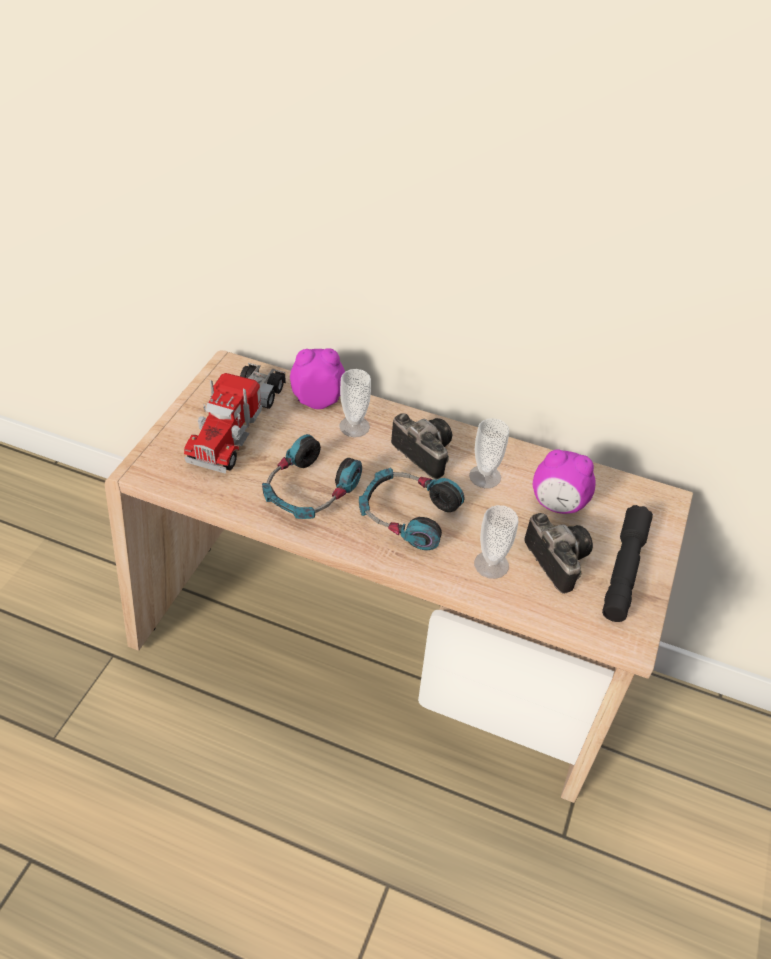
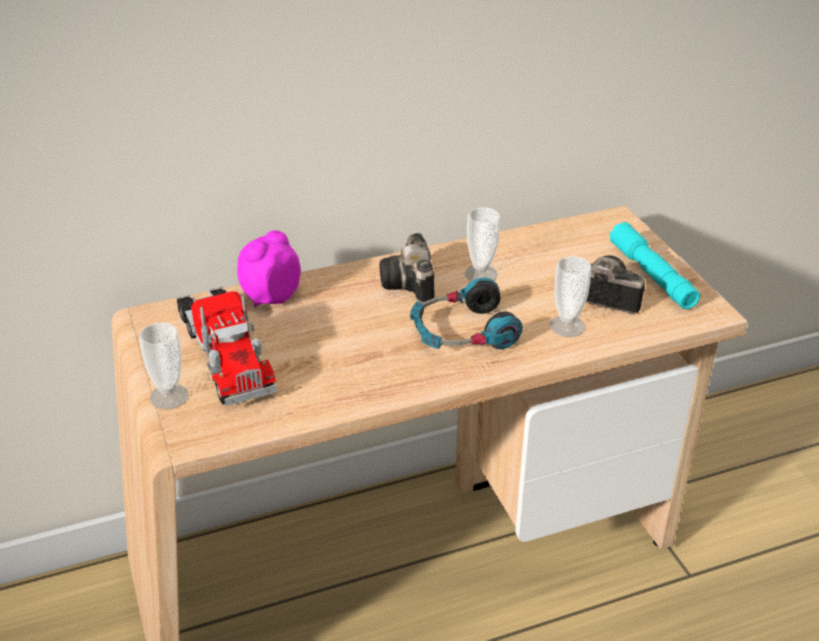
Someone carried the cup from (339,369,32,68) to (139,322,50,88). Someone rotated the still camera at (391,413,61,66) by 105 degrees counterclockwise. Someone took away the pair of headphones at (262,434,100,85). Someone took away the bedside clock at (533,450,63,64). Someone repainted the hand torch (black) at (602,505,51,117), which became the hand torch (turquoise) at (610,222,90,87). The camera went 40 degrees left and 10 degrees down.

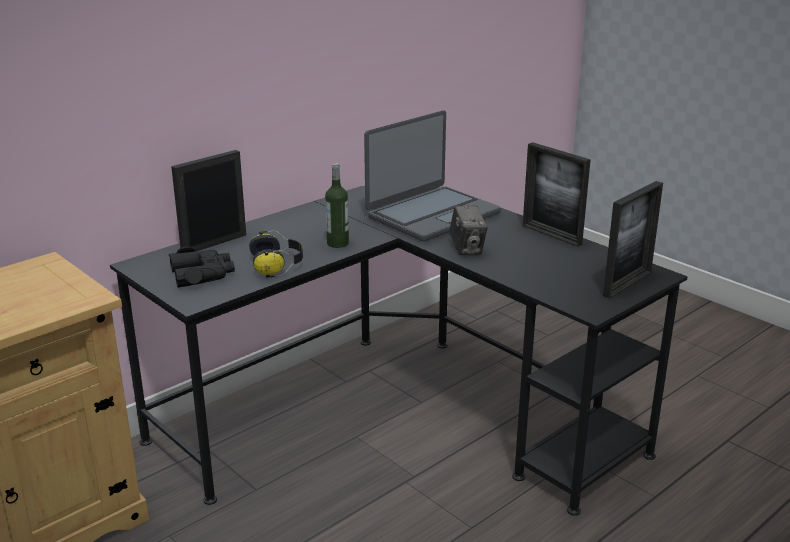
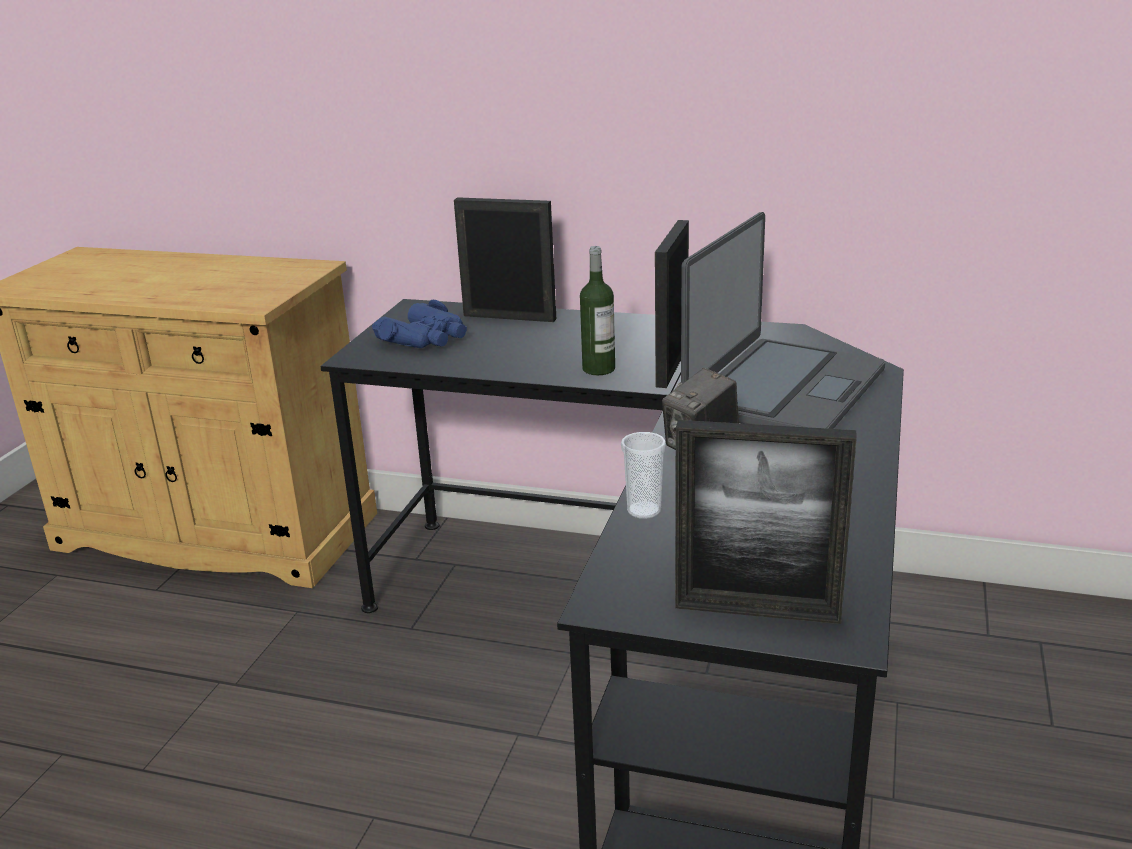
Someone rotated the notebook computer at (364,110,137,131) by 75 degrees counterclockwise. Someone carried the standing frame from (523,142,68,105) to (655,220,34,168). Someone took away the pair of headphones at (249,231,54,47). Someone repainted the binoculars (black) at (169,246,66,42), which became the binoculars (blue-coloured) at (372,300,95,48). Someone put down the cup at (621,432,45,87). The camera went 60 degrees right and 0 degrees up.

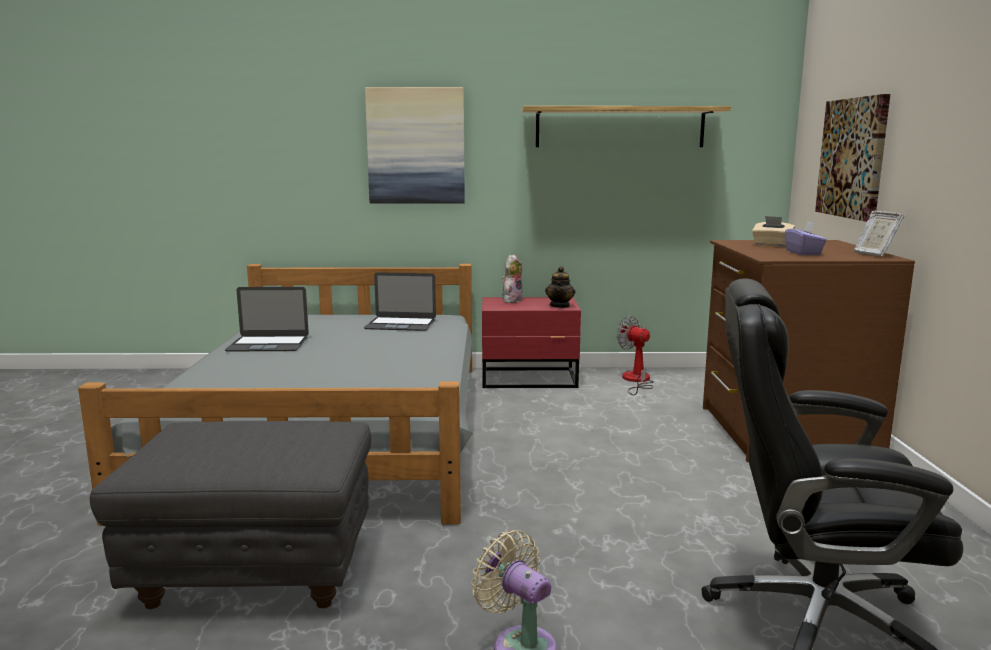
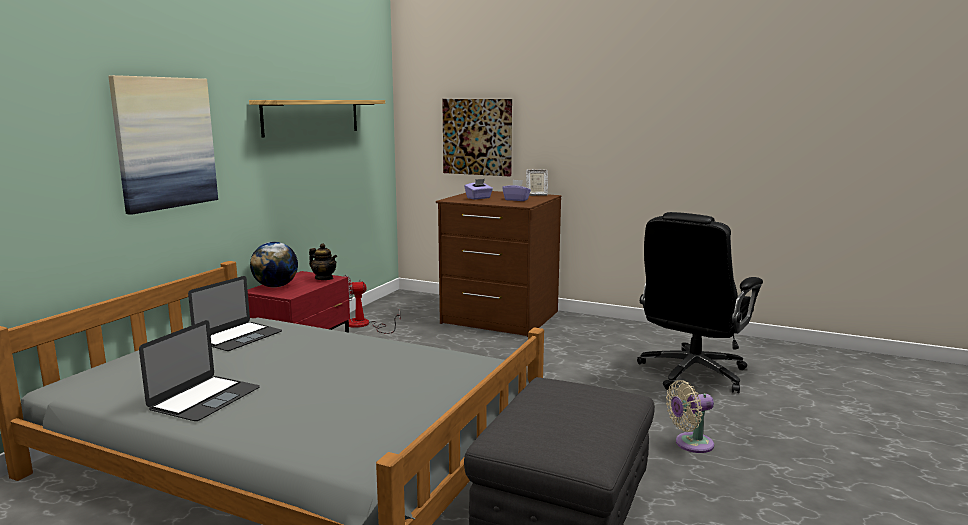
Someone repainted the box of tissues (sand-coloured) at (752,216,43,31), which became the box of tissues (purple-coloured) at (464,179,29,20). Someone swapped the plush toy at (502,255,21,48) for the globe at (250,242,48,45). The camera went 65 degrees left and 0 degrees up.

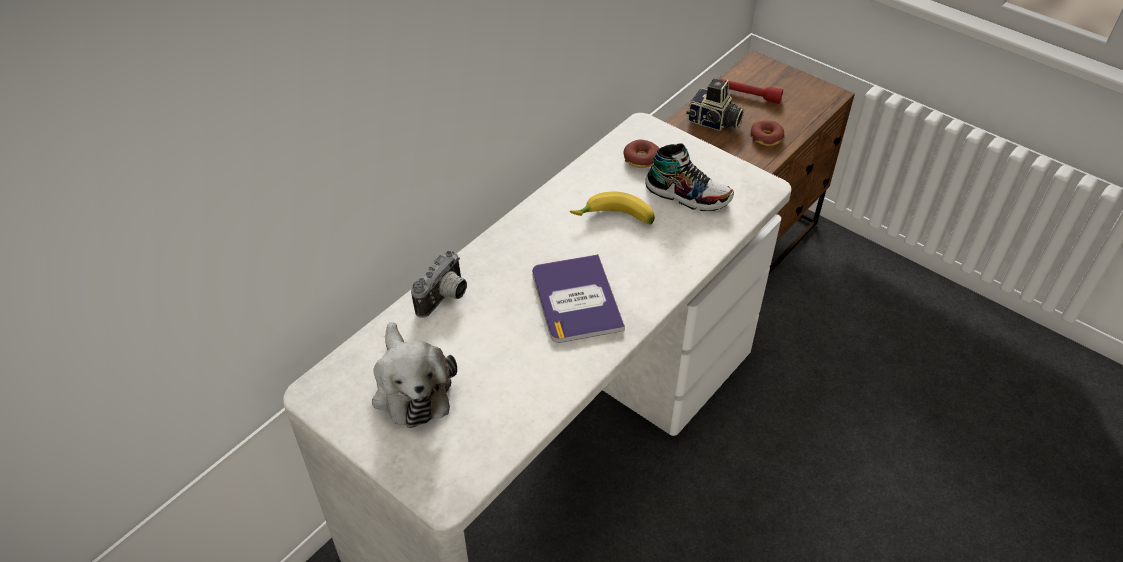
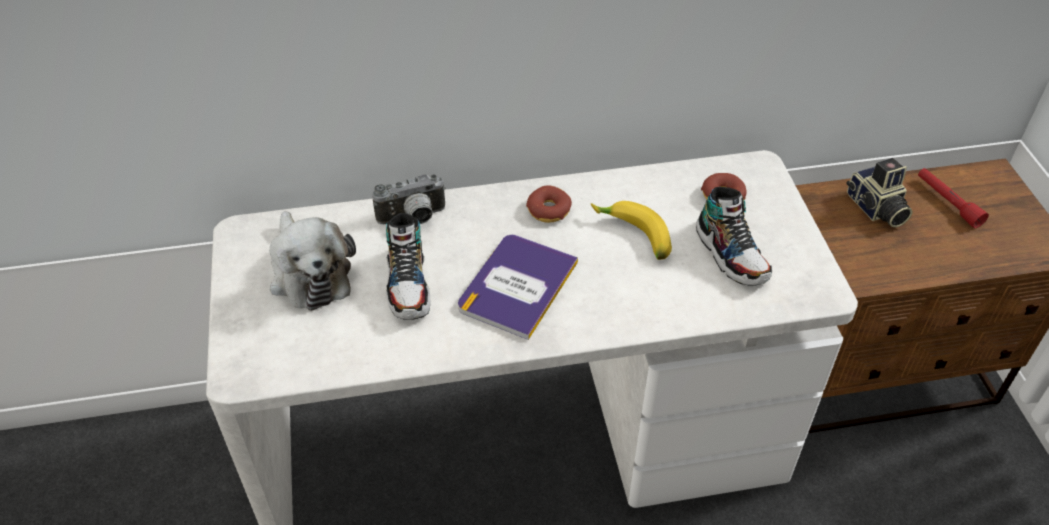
Someone carried the donut from (750,120,35,26) to (526,185,46,38). Someone rotated the plush toy at (372,322,85,106) by 45 degrees counterclockwise. Someone put down the shoe at (386,213,44,107). The camera went 40 degrees right and 0 degrees up.

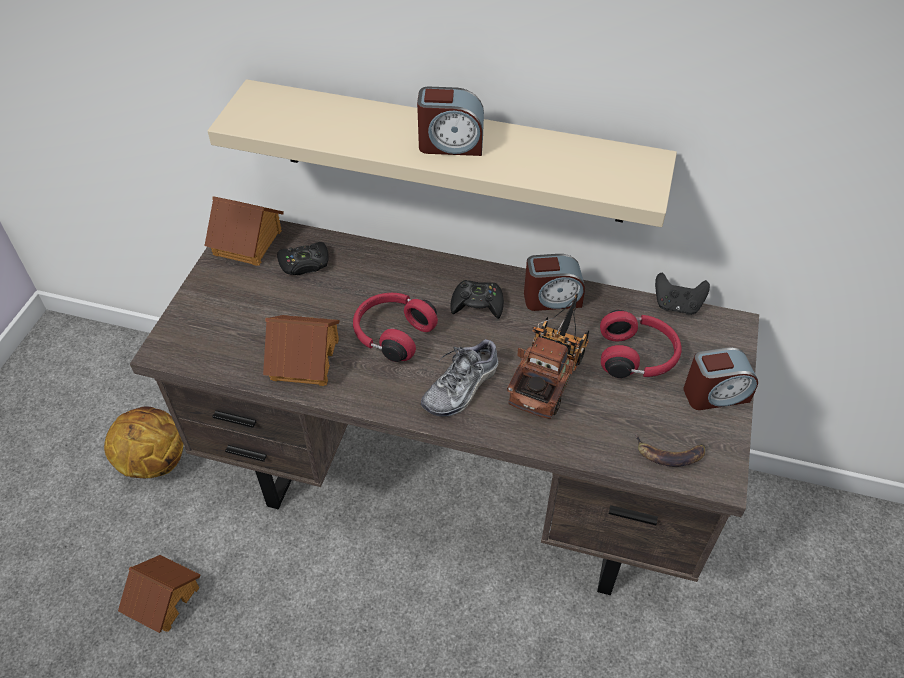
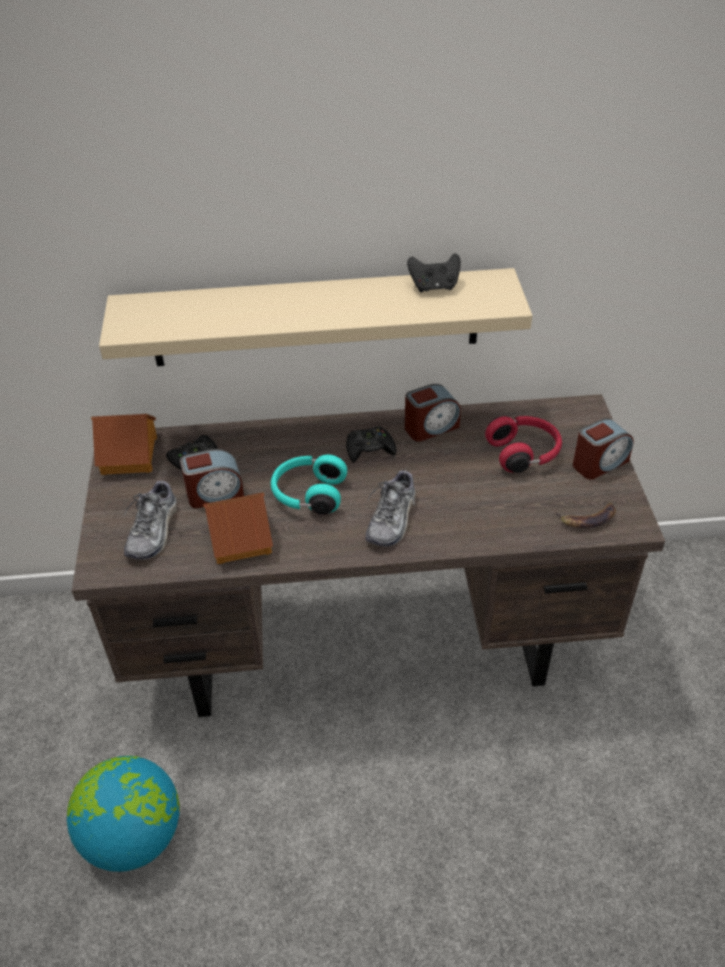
Someone carried the bedside clock from (417,87,67,69) to (180,449,64,59). Someone carried the gamepad (black) from (655,273,55,42) to (407,253,54,39). Someone repainted the pair of headphones (red-coloured) at (353,293,85,69), which became the pair of headphones (turquoise) at (271,454,76,61). Someone took away the toy lorry at (507,294,82,125). Someone took away the basketball at (104,406,80,72). Someone swapped the miniature house at (118,555,82,78) for the globe at (67,756,113,116). Someone put down the shoe at (124,479,53,81). The camera went 20 degrees left and 5 degrees down.

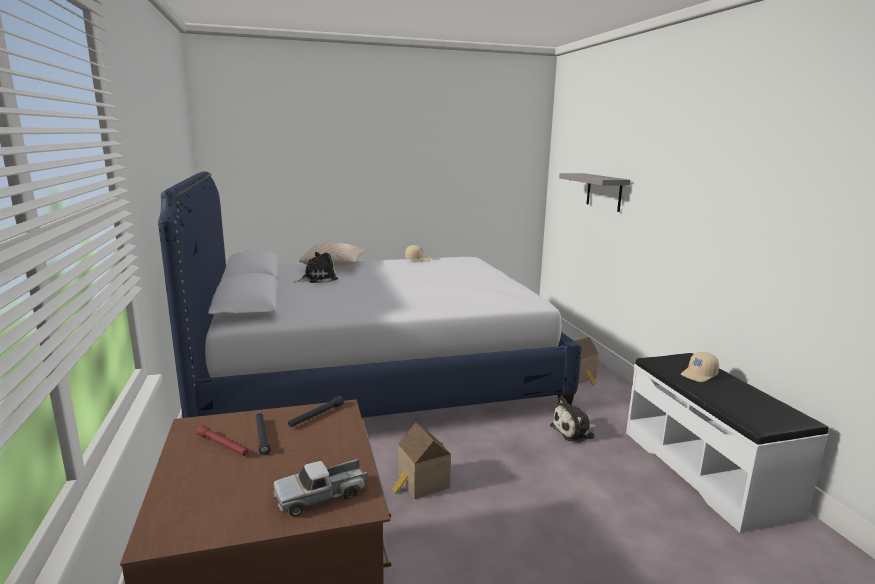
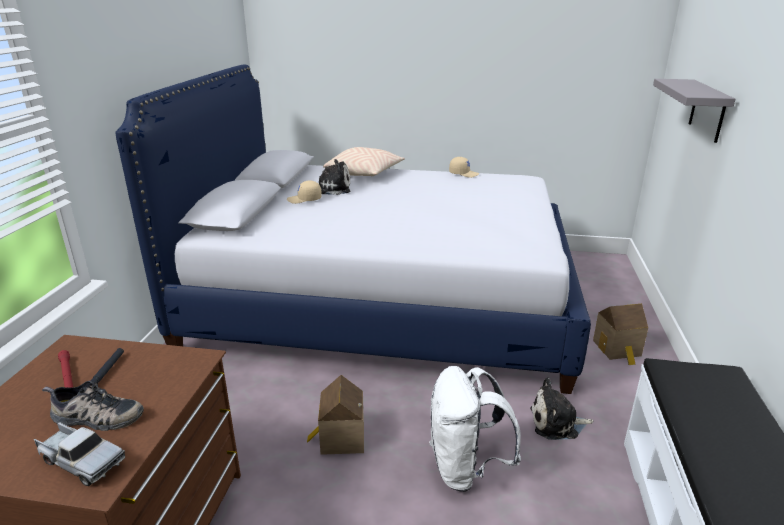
Someone carried the peaked cap (sand-coloured) from (681,352,38,30) to (287,181,35,23). Someone took away the hand torch (black) at (288,396,56,31). Someone rotated the toy lorry at (273,459,95,58) by 150 degrees counterclockwise. Someone put down the backpack (white-coloured) at (429,366,92,126). Someone put down the shoe at (42,381,102,50). The camera went 25 degrees right and 10 degrees up.

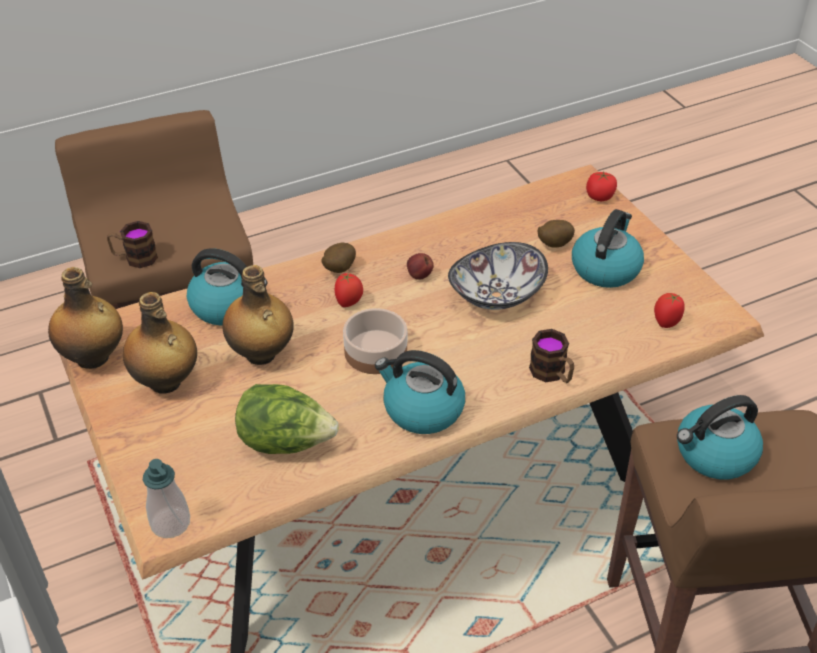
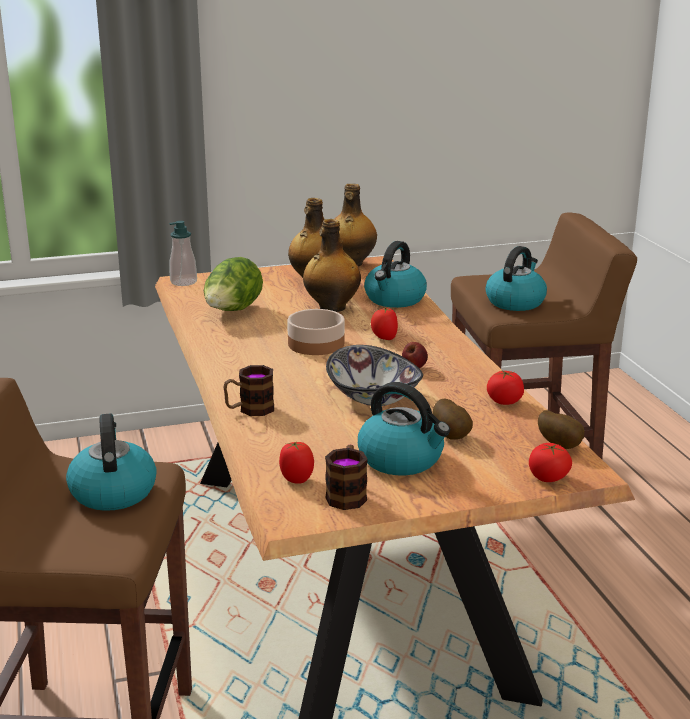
Someone carried the tea mug from (107,221,51,47) to (325,445,43,65). Someone carried the potato from (322,243,34,30) to (538,410,46,39). Someone carried the water kettle from (375,350,90,84) to (486,246,61,65). Someone put down the whole tomato at (487,370,37,35). The camera went 100 degrees right and 20 degrees down.

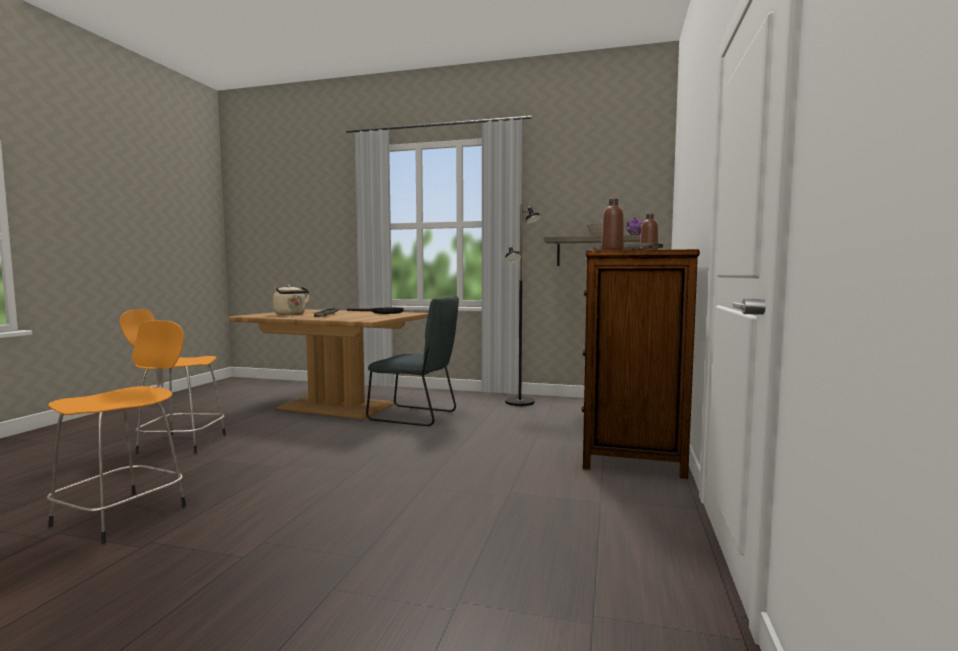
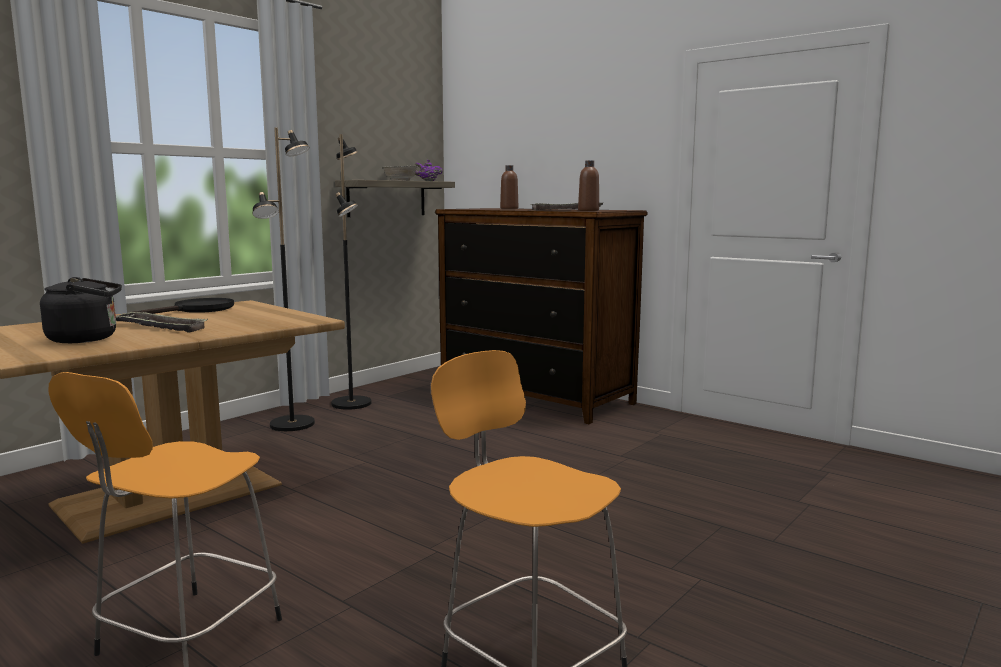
Someone repainted the water kettle (sand-coloured) at (273,285,37,30), which became the water kettle (black) at (40,277,82,66). Someone took away the upright chair (grey) at (366,296,93,130). Someone put down the standing lamp (black) at (253,128,62,303). The camera went 65 degrees left and 5 degrees up.

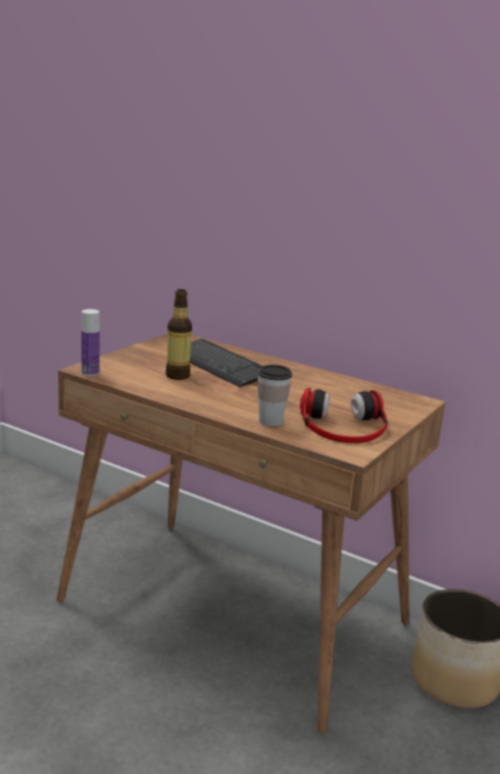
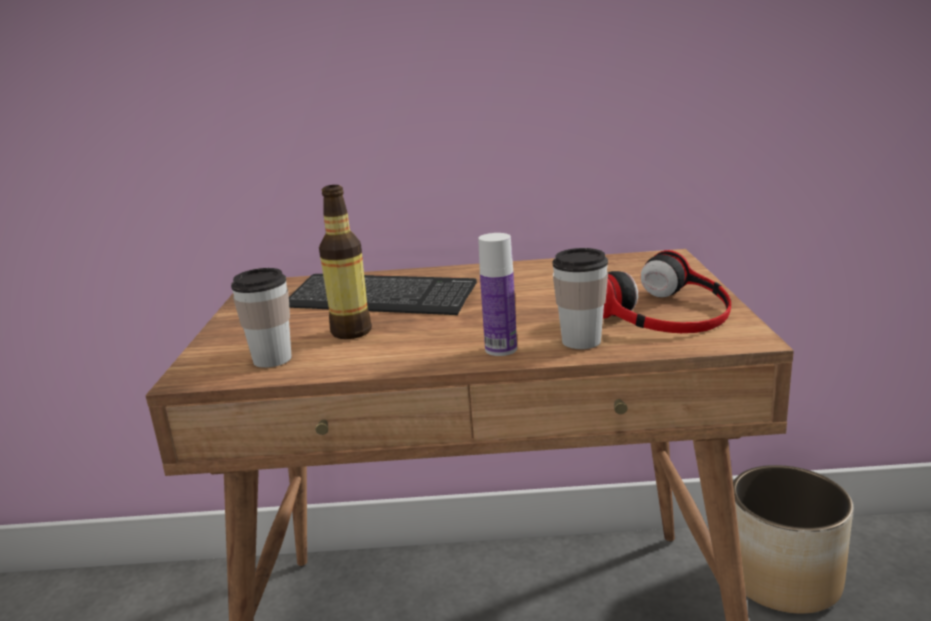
Someone carried the drink bottle from (81,309,19,67) to (478,233,39,123). Someone put down the cup at (231,268,61,100). The camera went 30 degrees left and 0 degrees up.

